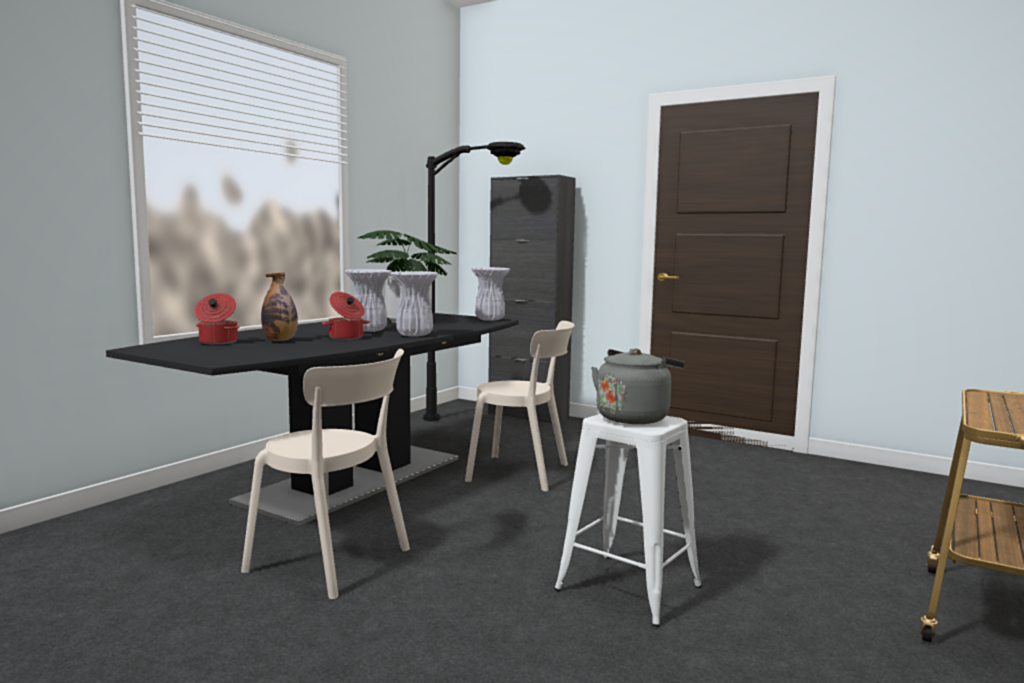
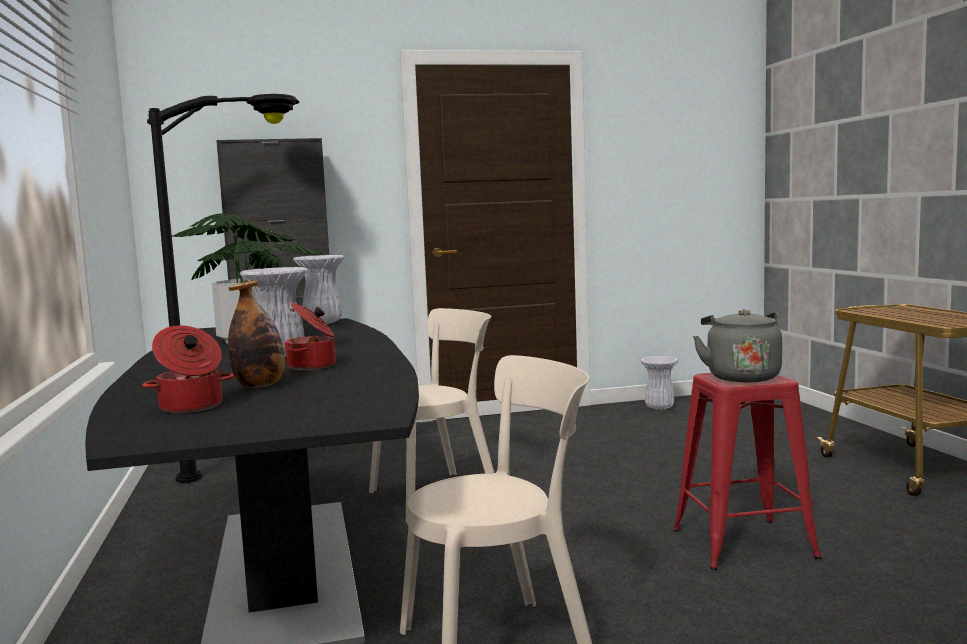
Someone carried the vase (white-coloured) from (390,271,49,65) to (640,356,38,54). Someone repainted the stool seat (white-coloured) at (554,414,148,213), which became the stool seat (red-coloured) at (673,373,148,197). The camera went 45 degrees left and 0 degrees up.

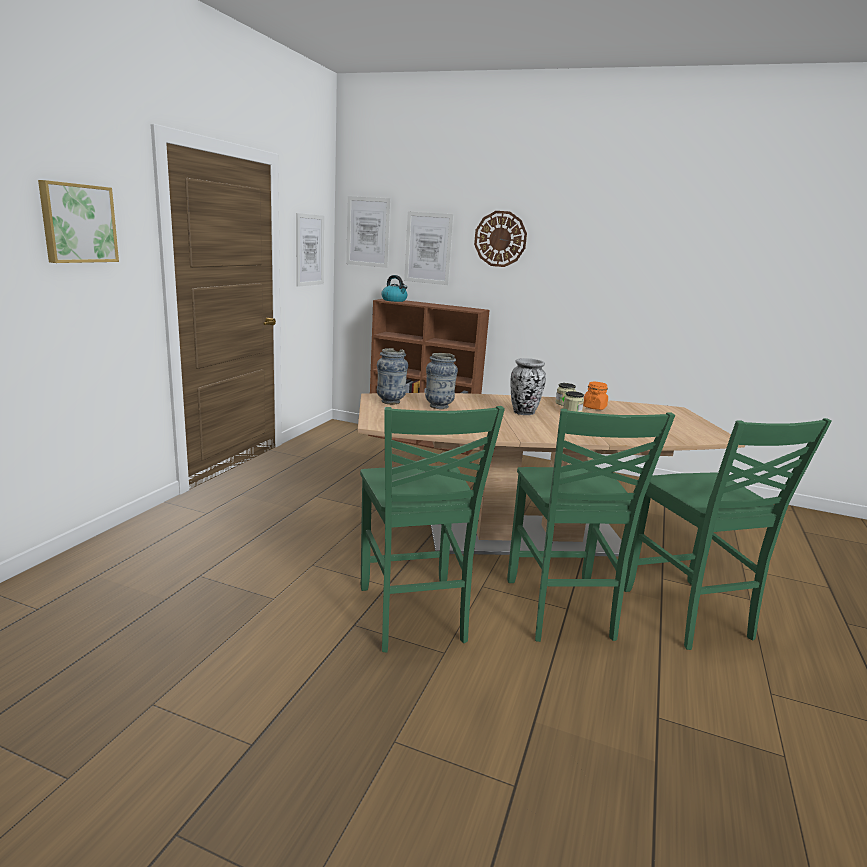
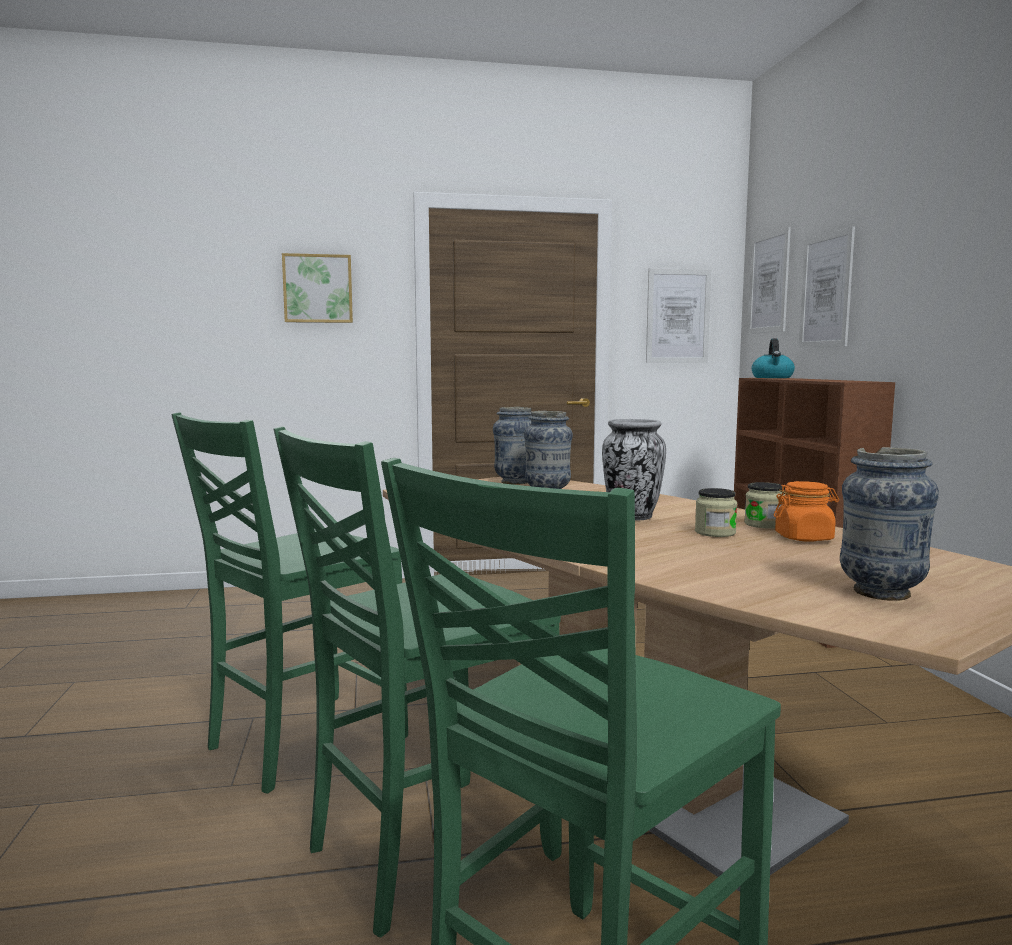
Someone took away the wall clock at (474,211,53,56). Someone put down the vase at (840,447,99,154). The camera went 60 degrees right and 10 degrees down.

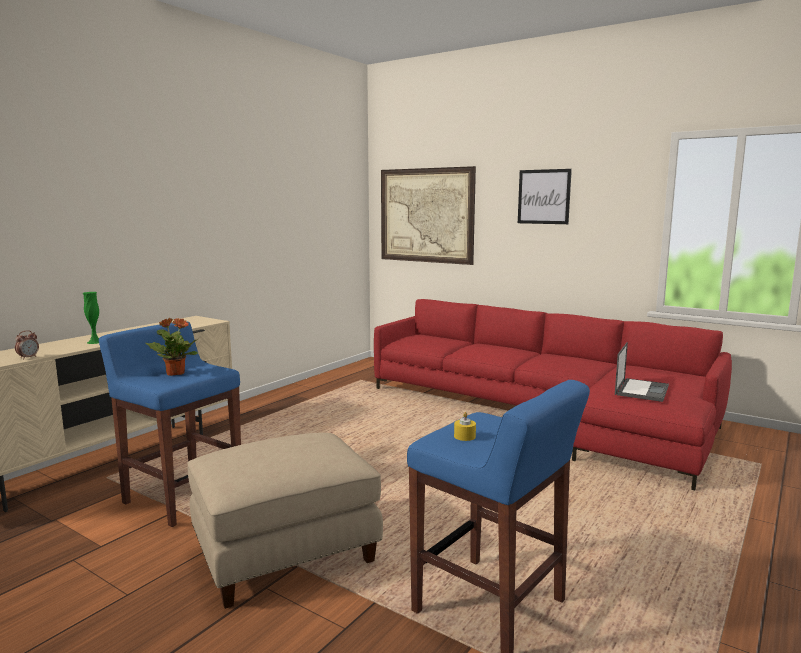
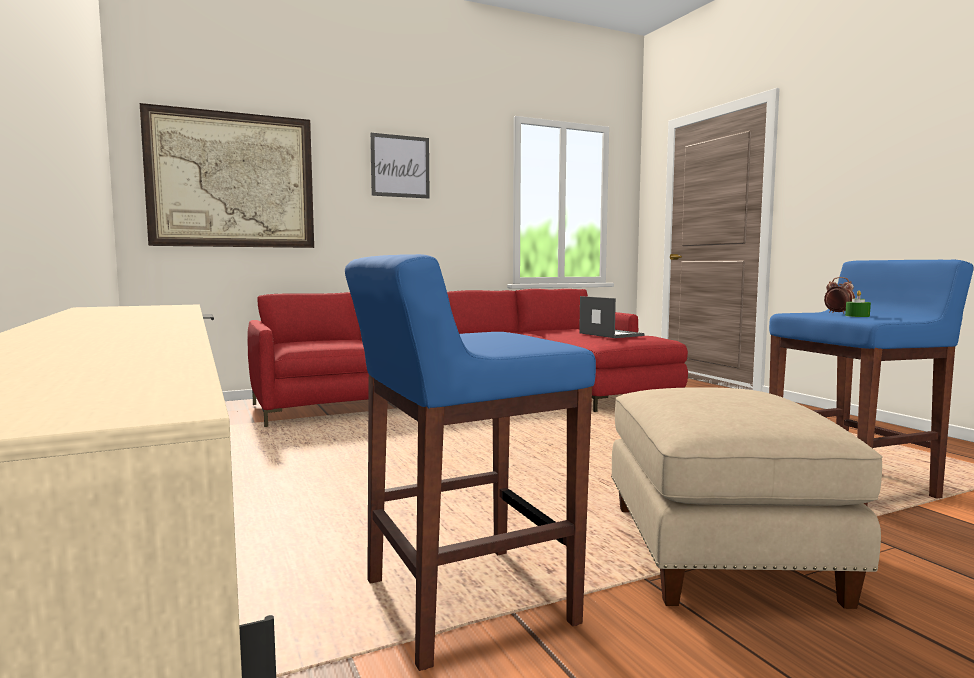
Someone took away the vase (greenish) at (83,292,16,52). Someone took away the plant in a pot at (146,318,52,58). Someone carried the bedside clock from (15,331,24,29) to (824,277,31,36). Someone repainted the wax candle (yellow) at (454,412,22,29), which became the wax candle (greenish) at (845,291,26,26). The camera went 60 degrees left and 5 degrees down.

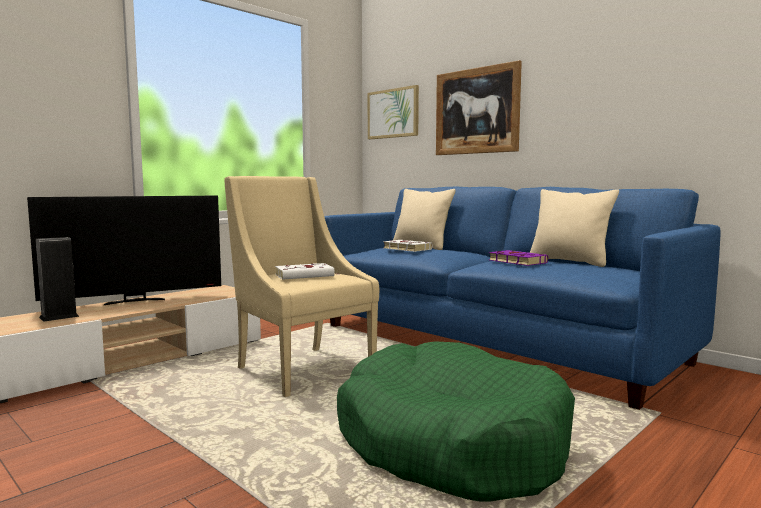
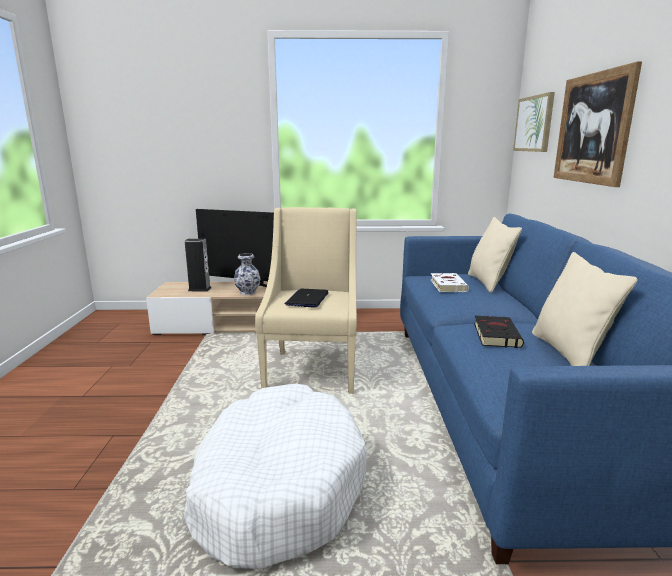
Someone repainted the book (purple-coloured) at (489,250,59,16), which became the book (black) at (474,316,50,32). Someone swapped the book (white-coloured) at (275,263,60,16) for the notebook computer at (285,289,44,19). Someone repainted the pet bed (greenish) at (337,341,238,161), which became the pet bed (white-coloured) at (184,384,183,185). Someone put down the vase at (234,253,26,42). The camera went 45 degrees right and 10 degrees up.

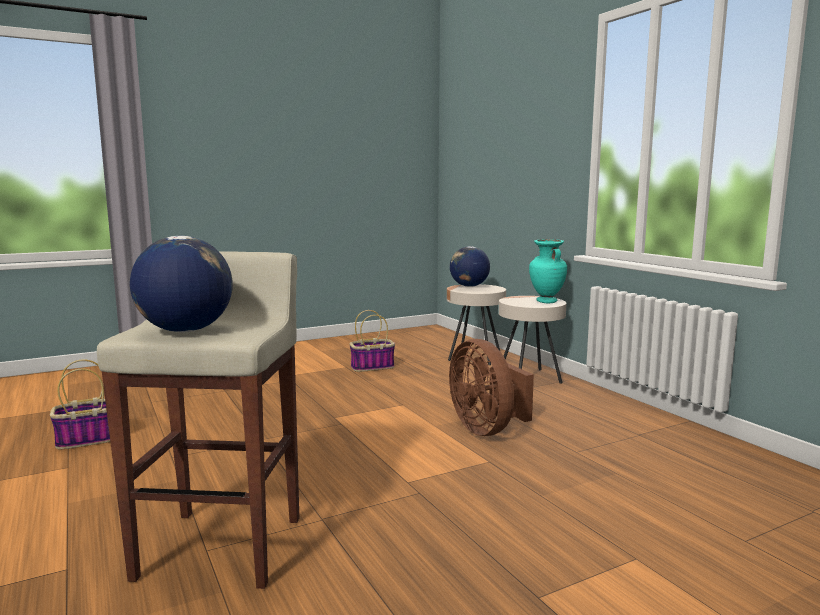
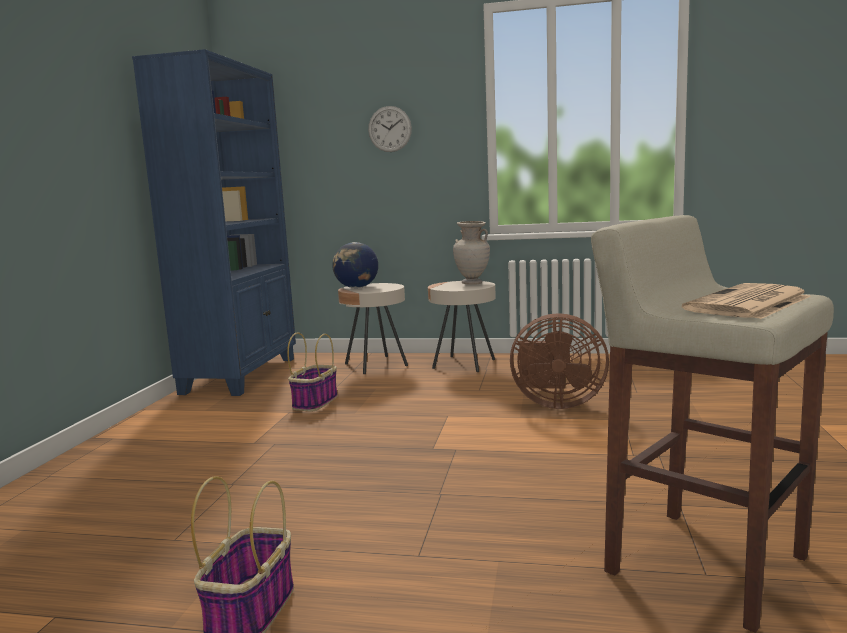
Someone swapped the globe at (130,236,103,96) for the printed paper at (682,283,129,36). Someone repainted the vase (turquoise) at (529,239,38,64), which became the vase (sand-coloured) at (453,221,37,64). Someone put down the bookcase (blue-coloured) at (132,49,164,347). Someone put up the wall clock at (368,106,44,46). The camera went 50 degrees left and 0 degrees up.

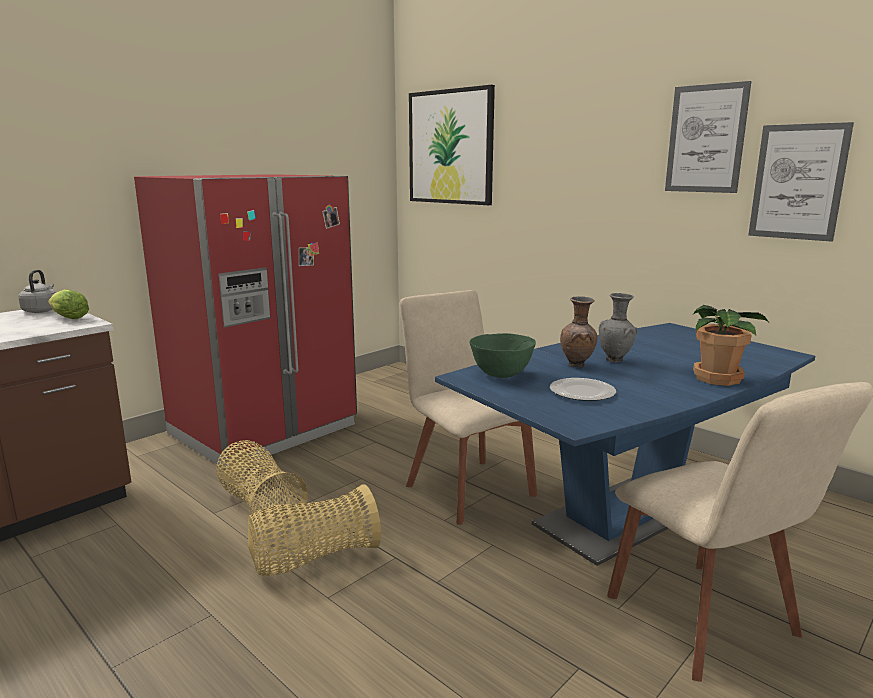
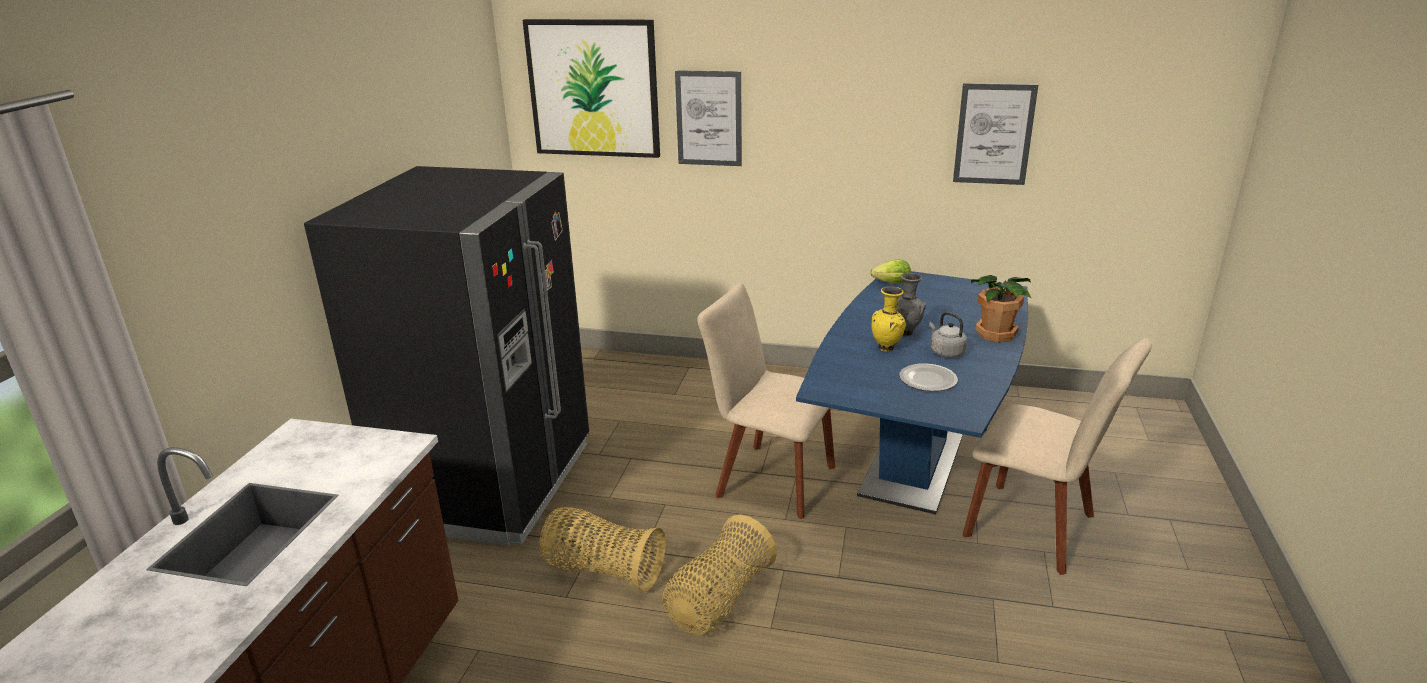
Someone carried the picture from (665,81,86,112) to (675,70,67,96). Someone repainted the kitchen fridge (red-coloured) at (134,174,223,293), which became the kitchen fridge (black) at (304,166,285,380). Someone carried the water kettle (grey) from (18,270,38,43) to (929,312,38,46). Someone carried the lettuce head from (48,289,41,30) to (870,260,41,23). Someone repainted the vase (brown) at (560,296,37,72), which became the vase (yellow) at (872,286,34,65). Someone took away the deep dish (greenish) at (470,333,66,45). The camera went 30 degrees left and 10 degrees up.

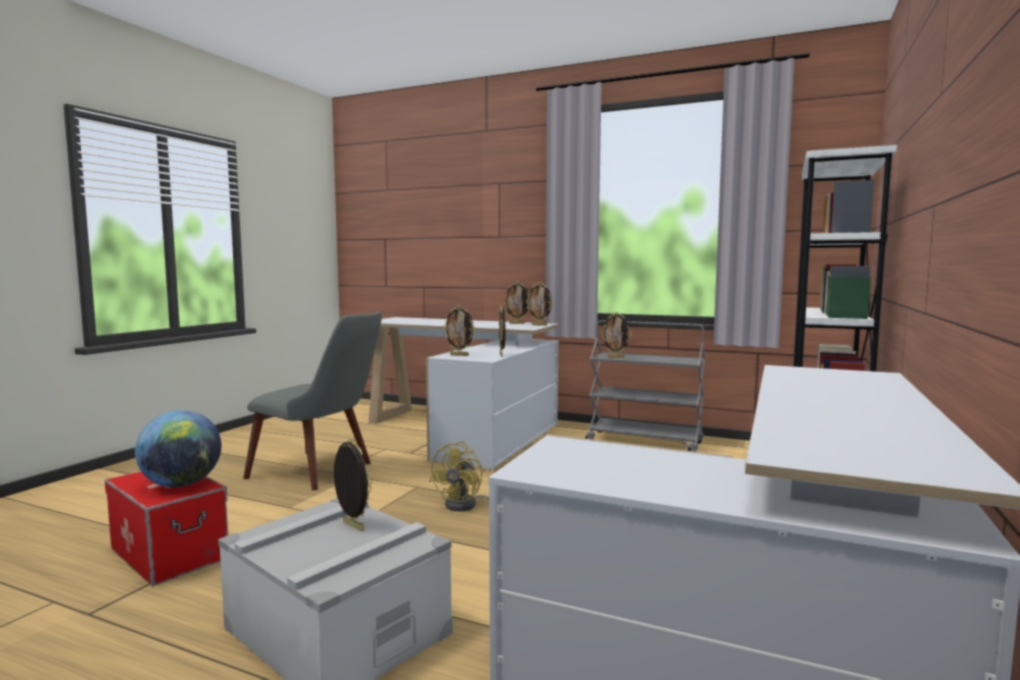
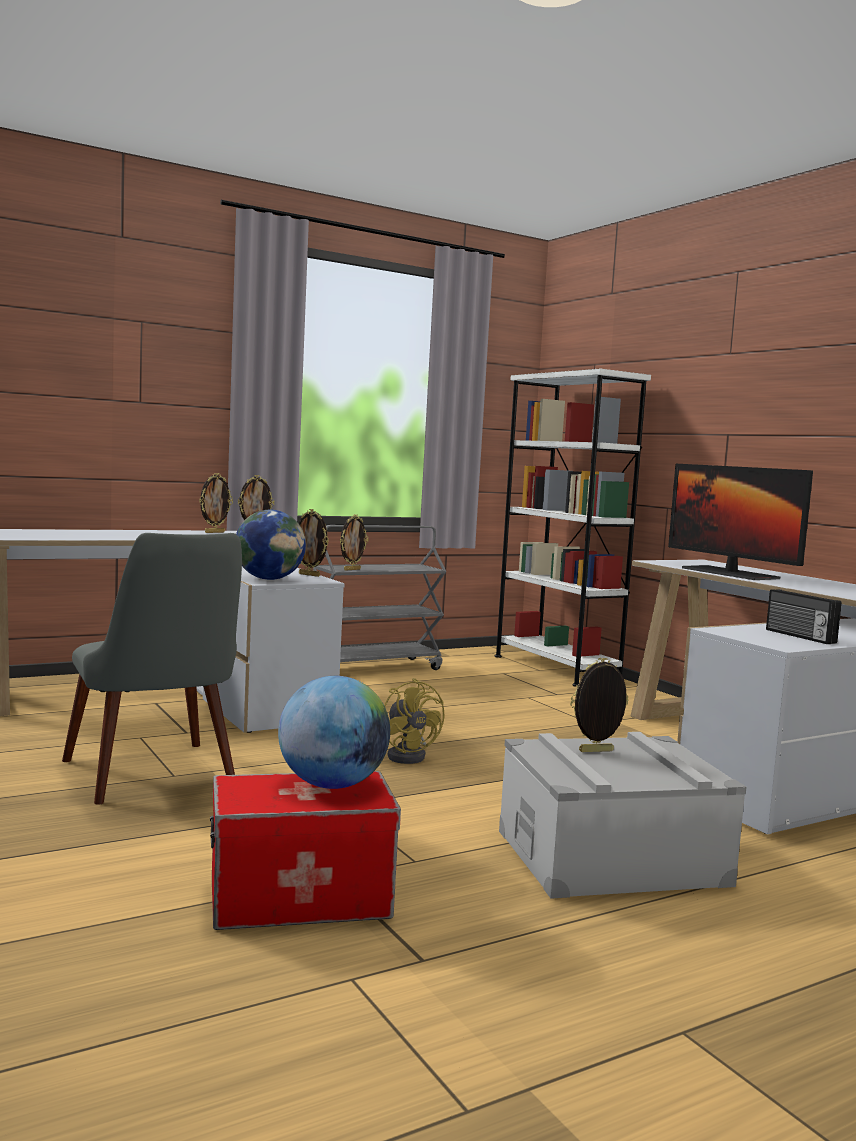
Someone swapped the standing frame at (443,305,32,51) for the globe at (236,510,70,70). Someone rotated the upright chair (grey) at (243,311,139,179) by 90 degrees clockwise. Someone put down the computer display at (668,464,145,116). Someone put down the radio receiver at (766,589,76,55). The camera went 55 degrees left and 0 degrees up.

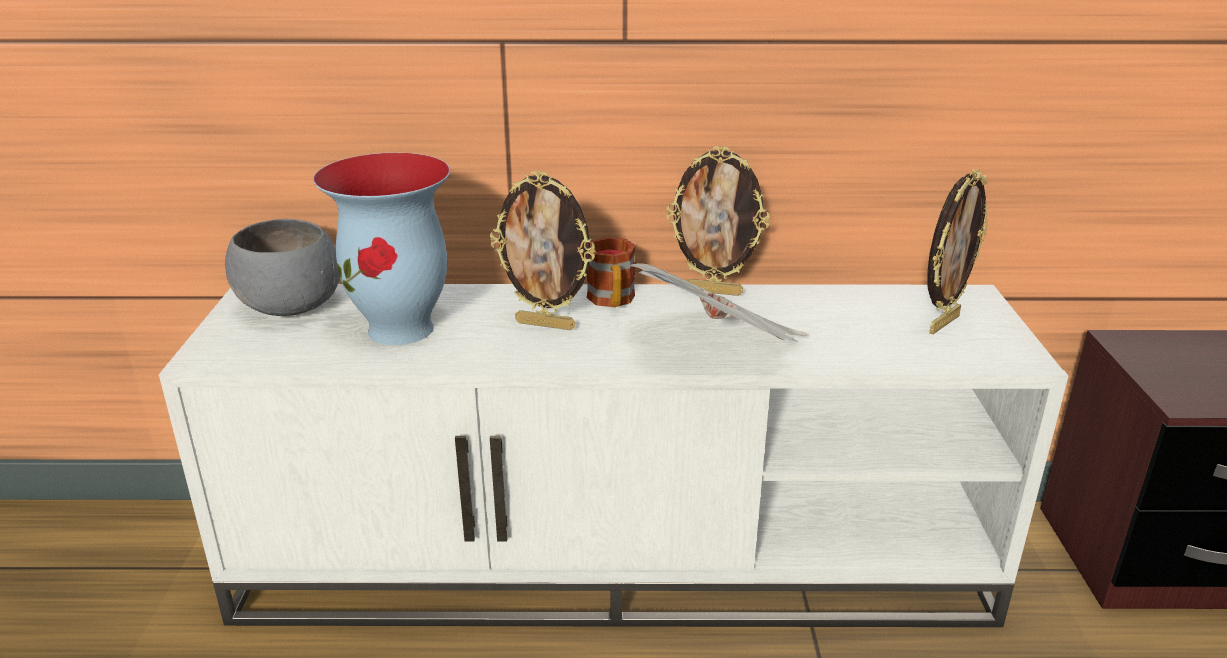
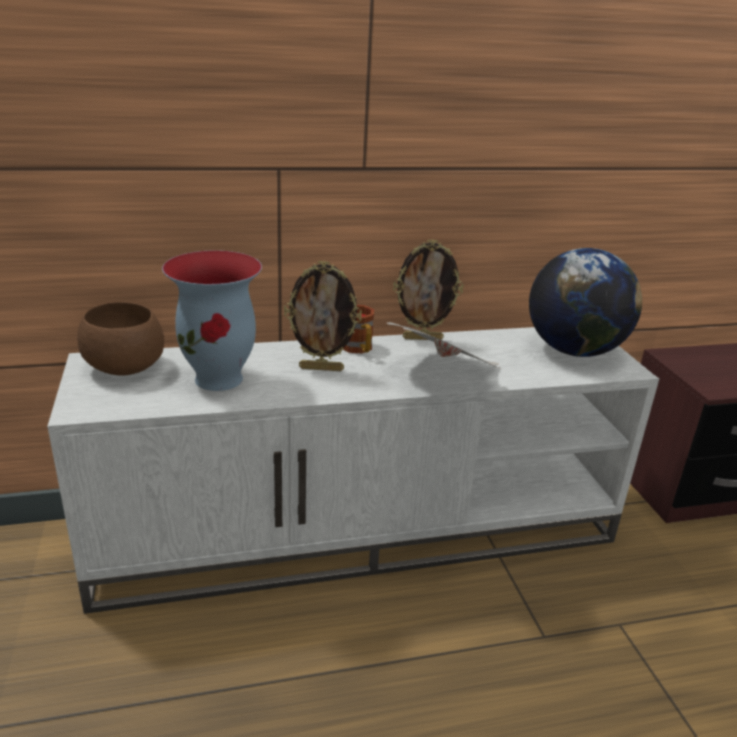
Someone swapped the standing frame at (927,169,61,165) for the globe at (529,248,113,109). Someone repainted the deep dish (grey) at (225,219,115,97), which became the deep dish (brown) at (77,302,87,74). The camera went 15 degrees left and 0 degrees up.

